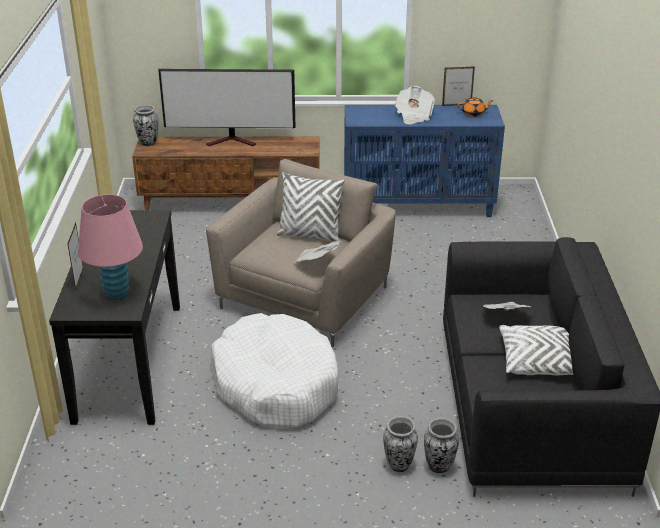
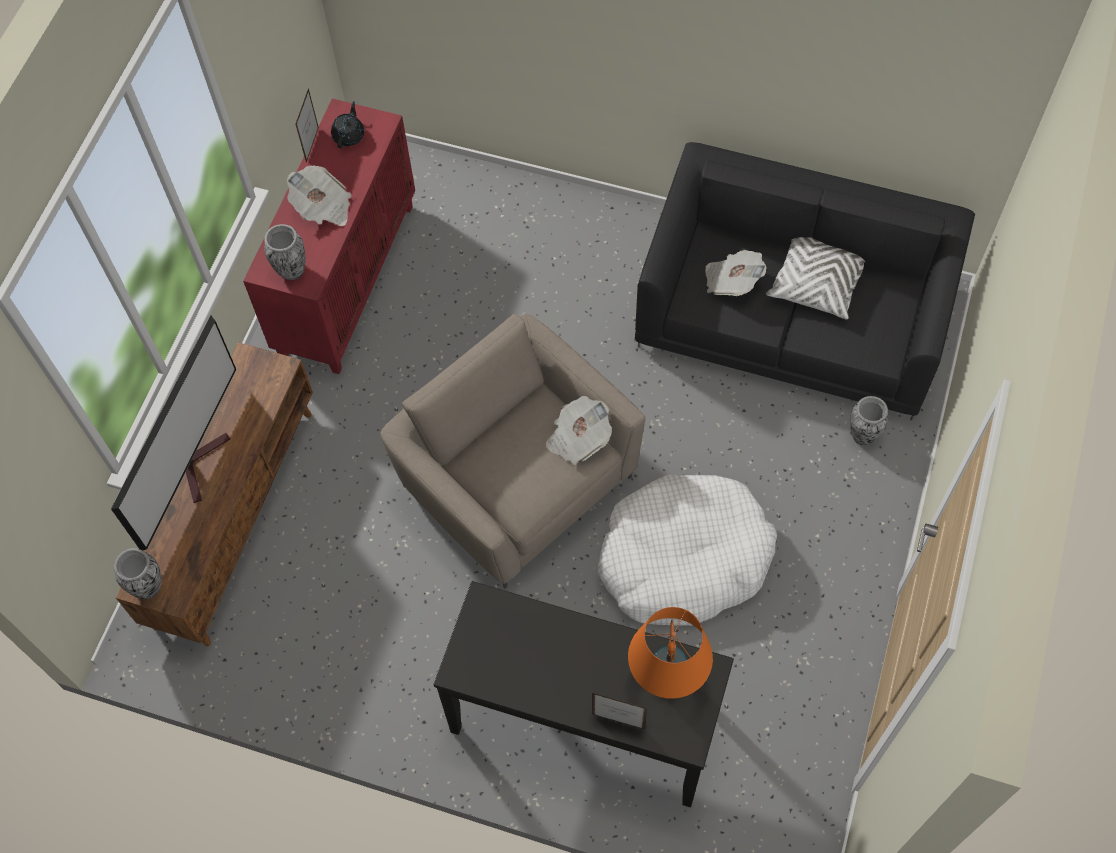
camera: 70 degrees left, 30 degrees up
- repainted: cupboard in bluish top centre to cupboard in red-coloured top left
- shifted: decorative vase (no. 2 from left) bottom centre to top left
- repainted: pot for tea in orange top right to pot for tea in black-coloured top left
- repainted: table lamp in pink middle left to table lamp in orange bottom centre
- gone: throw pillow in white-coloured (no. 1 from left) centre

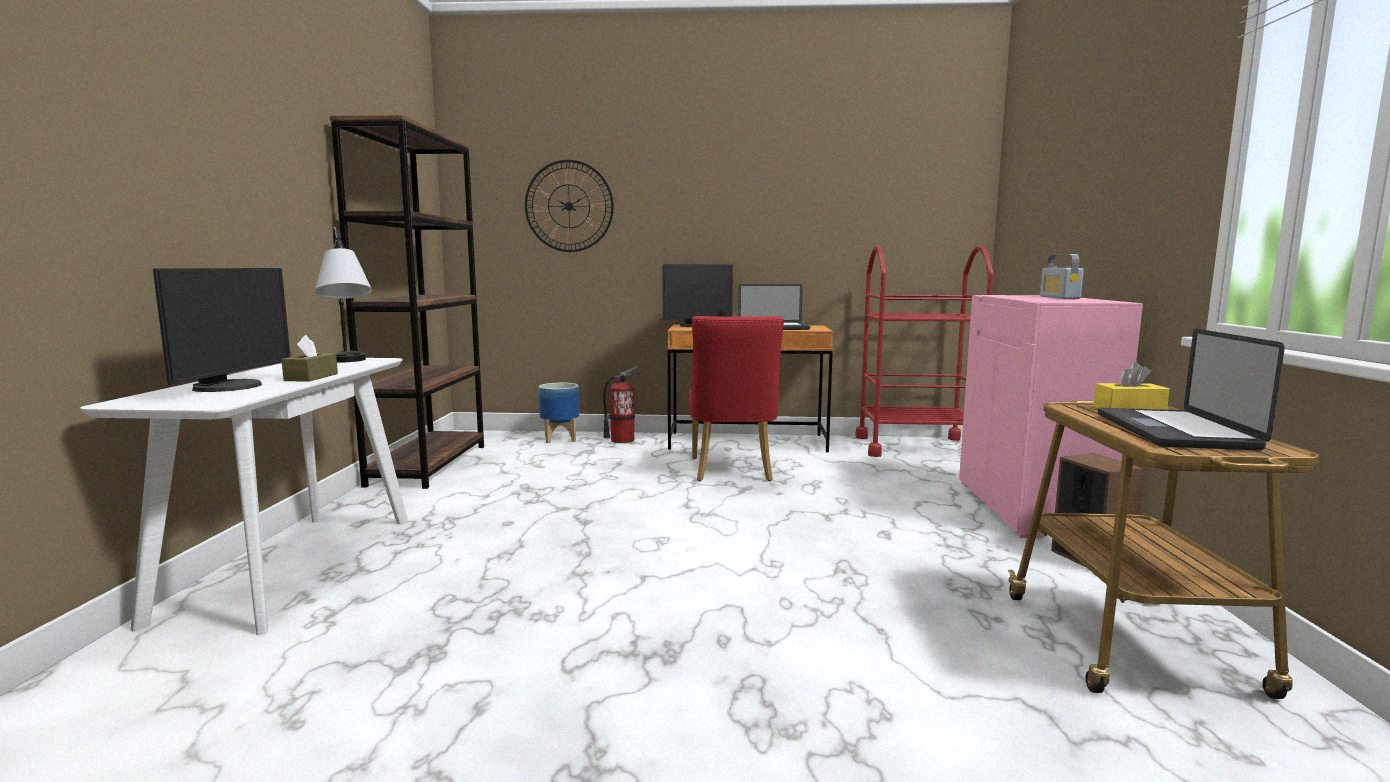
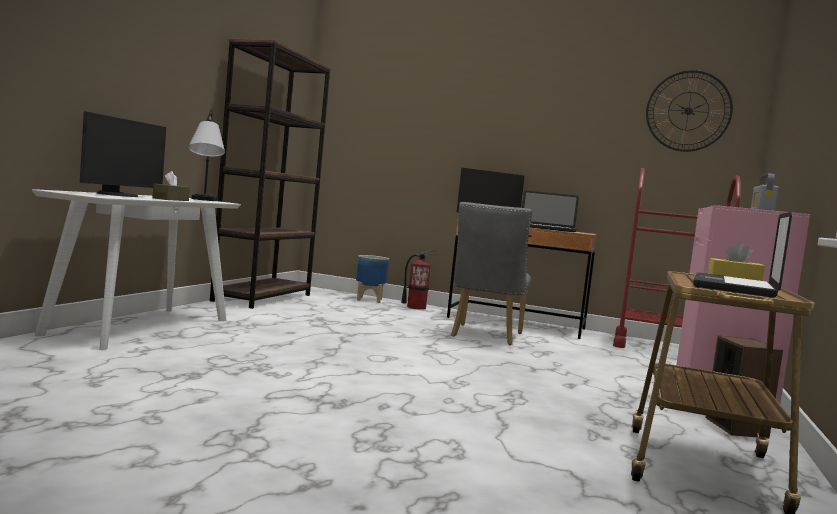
camera: 15 degrees right, 5 degrees down
- repainted: chair in red-coloured centre to chair in gray centre
- shifted: wall clock top centre to top right

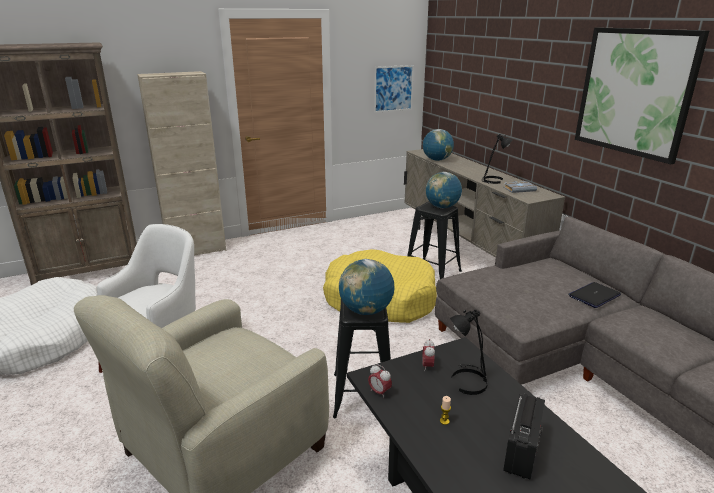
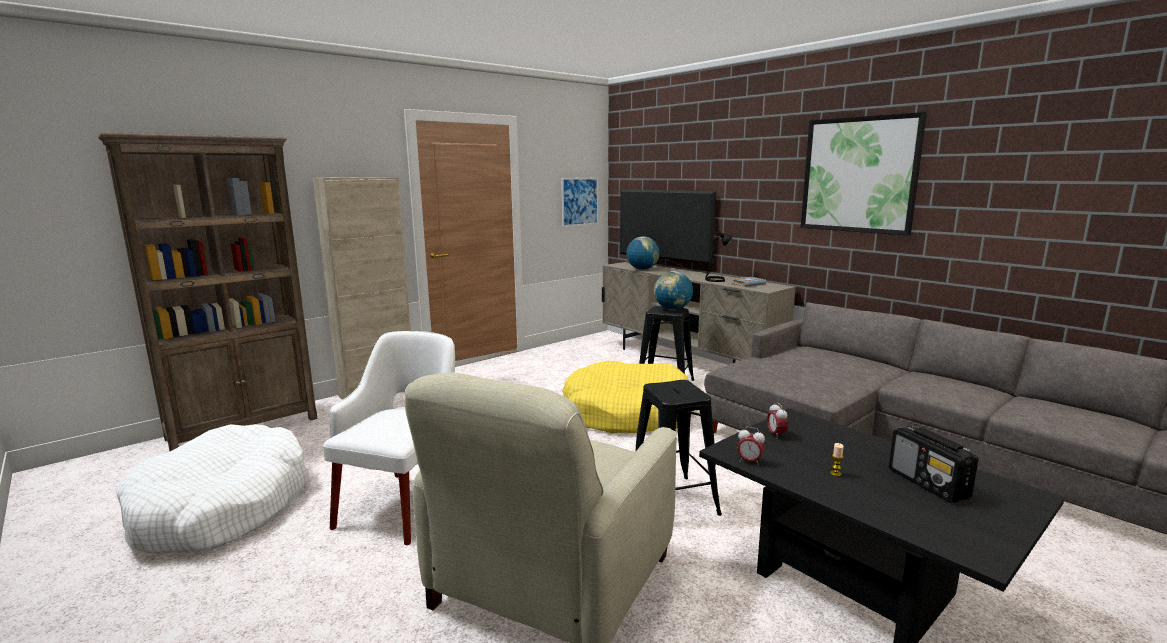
camera: 15 degrees left, 10 degrees down
- new: TV set centre
- rotated: radio bottom right = bottom right 150 degrees clockwise
- gone: desk globe (no. 1 from left) centre
- gone: table lamp in black-coloured (no. 1 from left) bottom centre
- gone: portable computer middle right

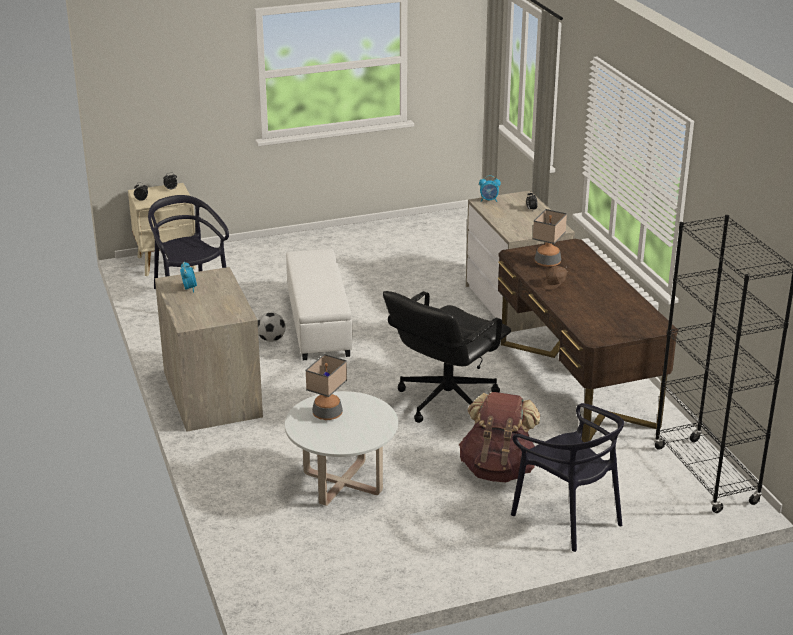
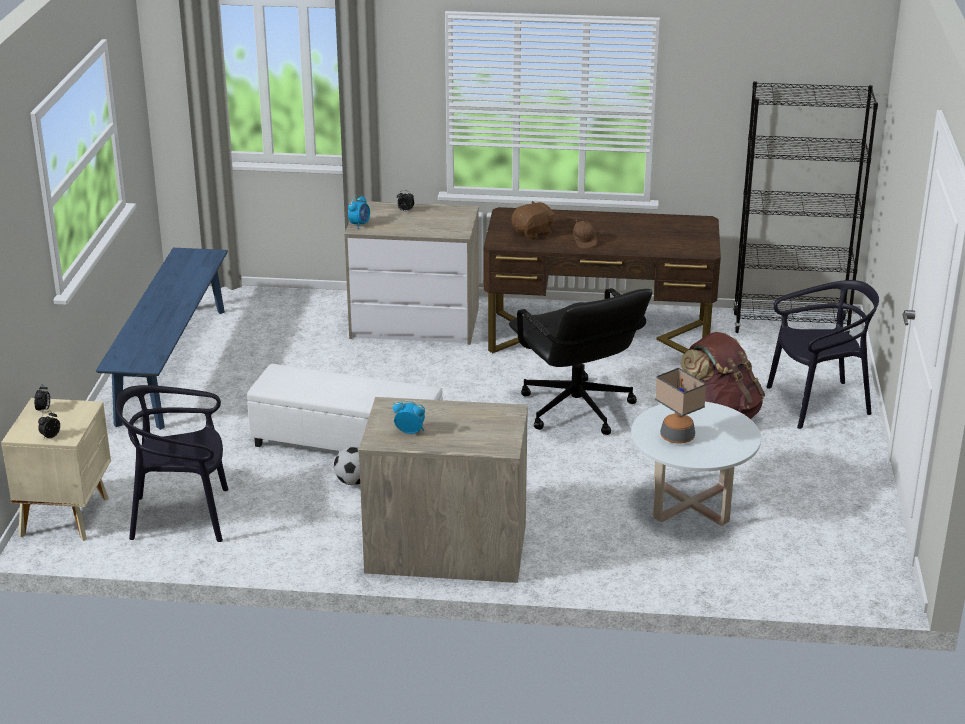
camera: 65 degrees left, 0 degrees up
- new: long seat in bluish middle left
- swapped: table lamp (no. 2 from left) middle right to plush toy in brownish top centre

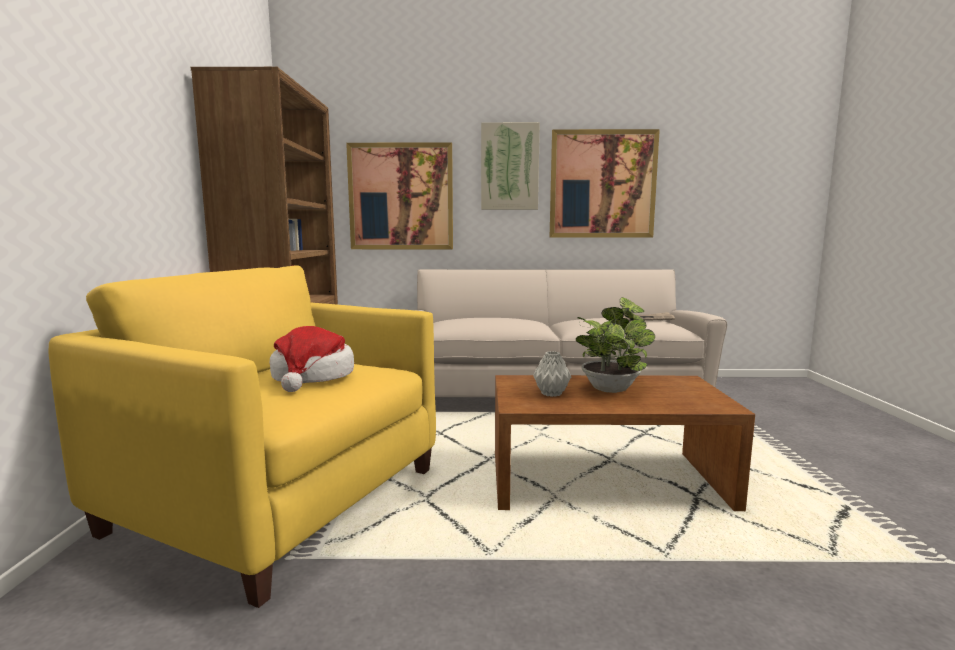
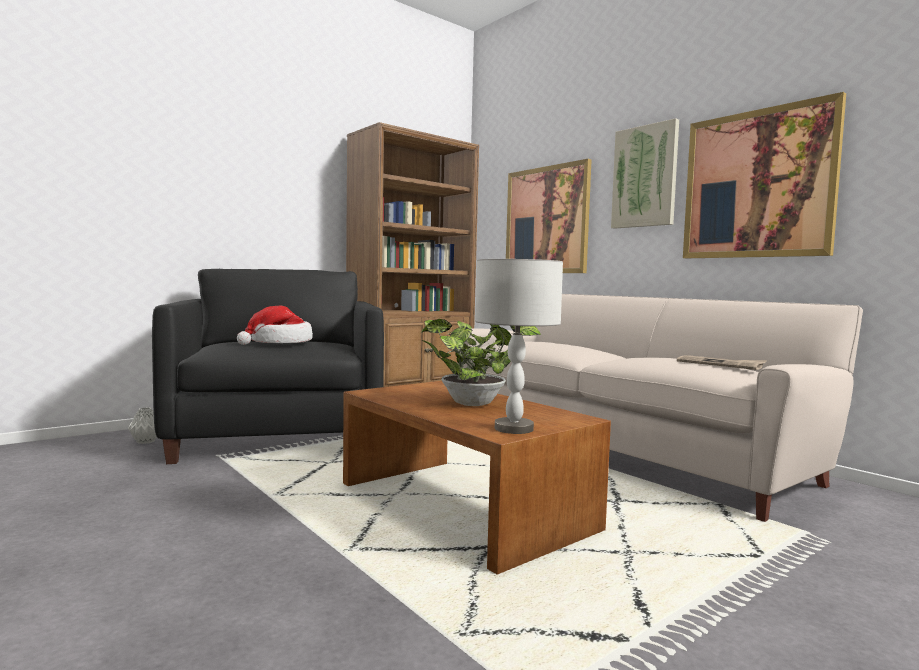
camera: 50 degrees right, 5 degrees down
- shifted: decorative vase in gray centre to middle left
- repainted: armchair in yellow bottom left to armchair in black-coloured middle left
- new: table lamp in gray centre

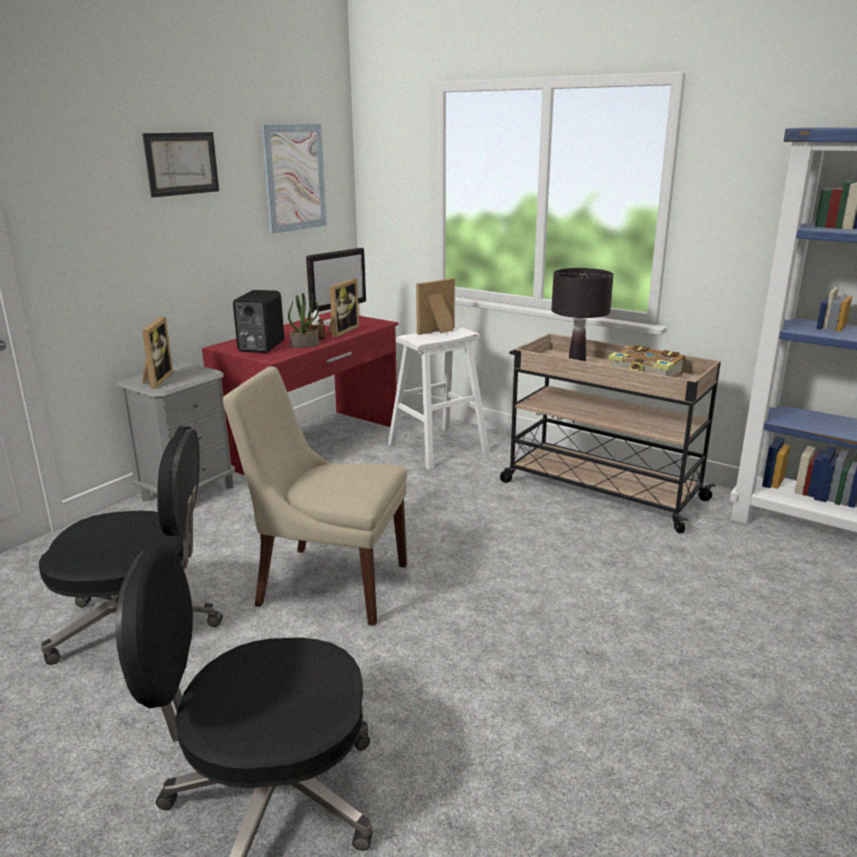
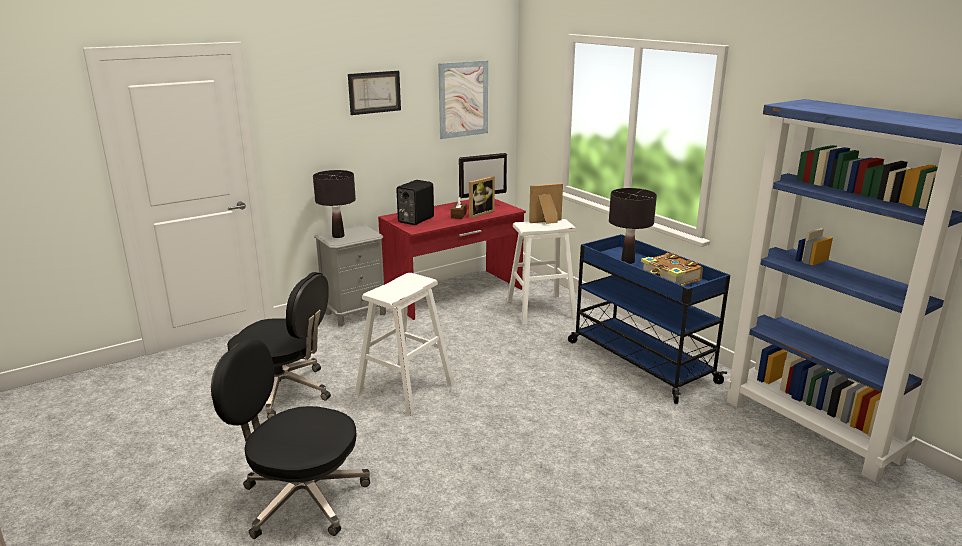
camera: 20 degrees right, 0 degrees up
- swapped: standing frame (no. 1 from left) middle left to table lamp in black-coloured (no. 1 from left) centre
- swapped: chair in beige centre to sitting stool in white-coloured (no. 1 from left) centre
- repainted: trolley in beige middle right to trolley in bluish middle right
- gone: houseplant centre

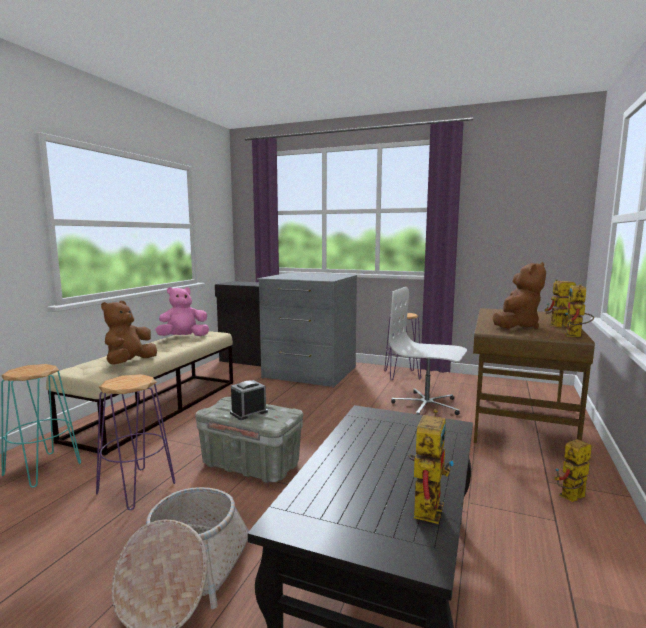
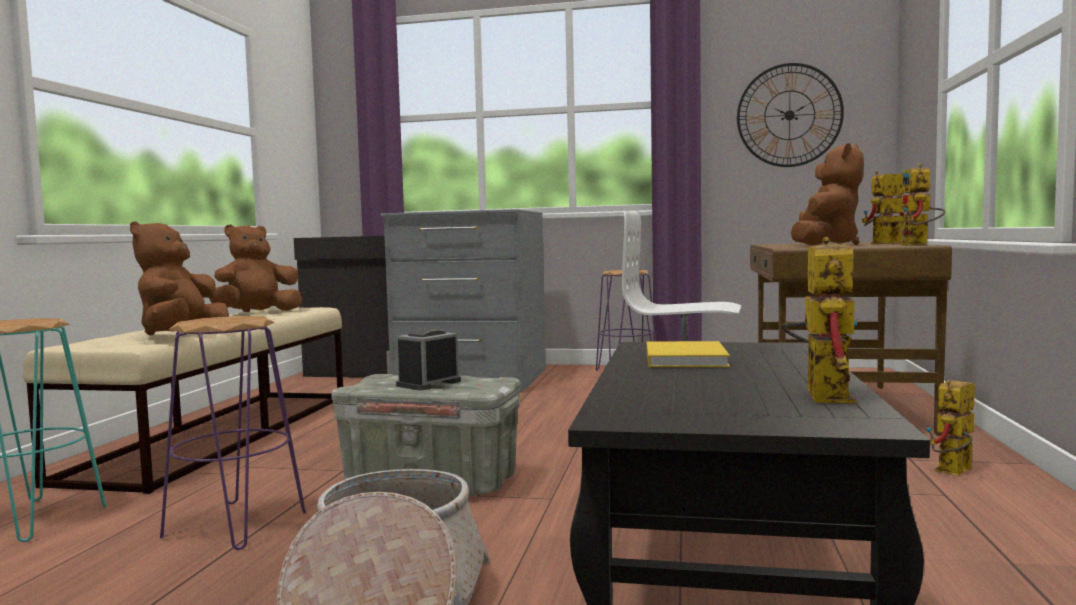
camera: 10 degrees left, 5 degrees down
- repainted: plush toy in pink middle left to plush toy in brownish (no. 2 from left) middle left
- new: bound book in yellow centre
- new: wall clock top right

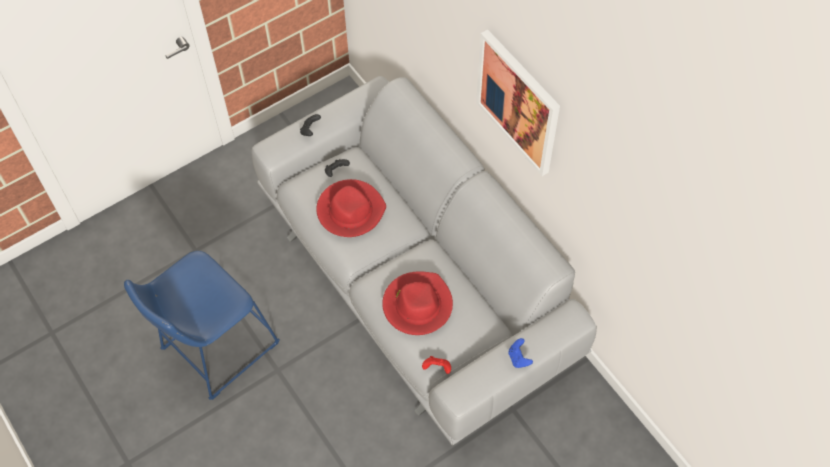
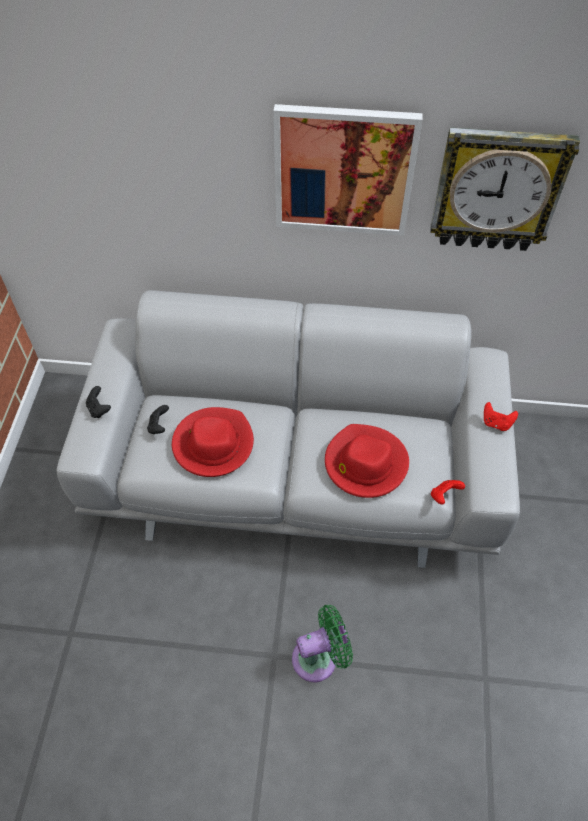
camera: 50 degrees left, 5 degrees down
- new: fan in green-coloured bottom centre
- new: wall clock top right
- repainted: joypad in bluish bottom centre to joypad in red-coloured (no. 2 from left) middle right
- gone: sitting stool in bluish bottom left

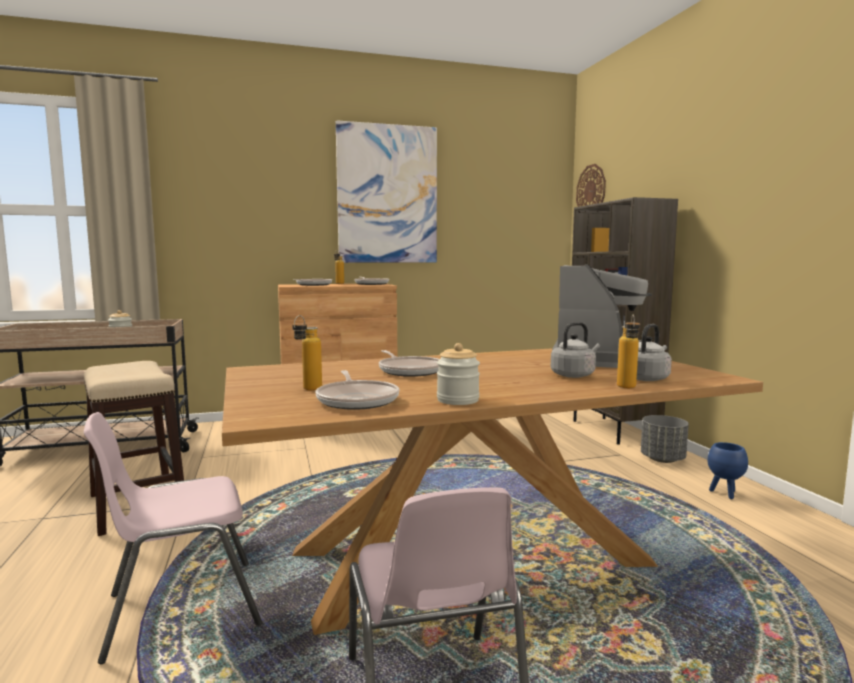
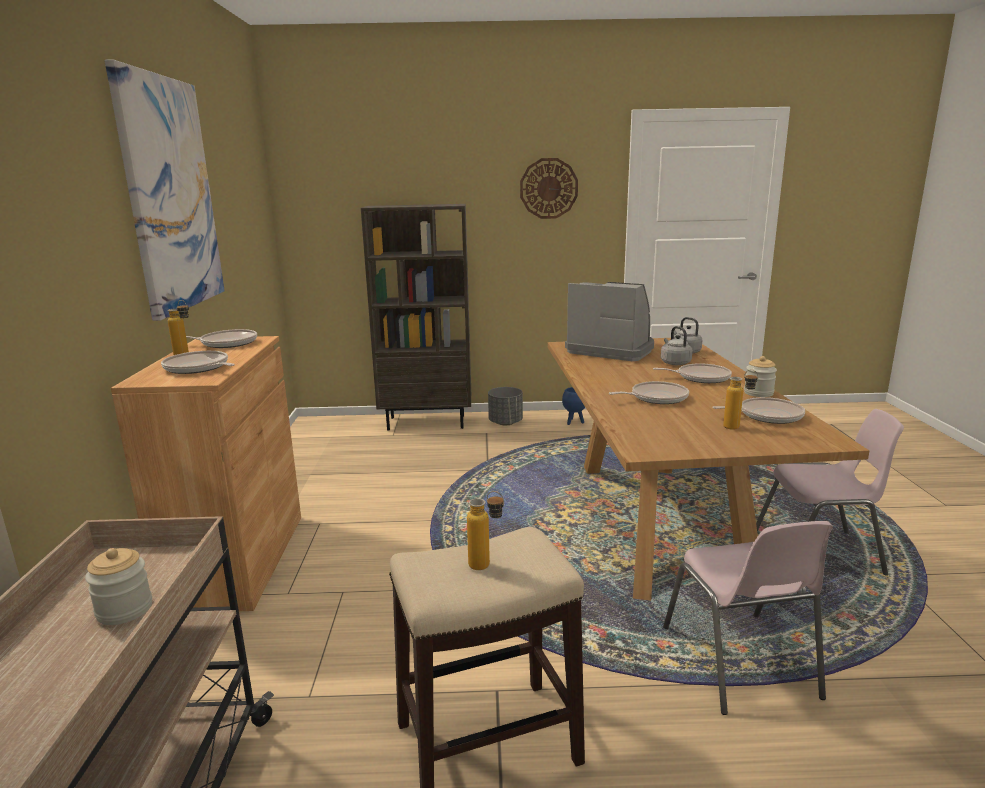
camera: 75 degrees left, 10 degrees up
- shifted: beverage bottle (no. 3 from left in the first image) middle right to beverage bottle (no. 2 from left) bottom centre
- shifted: wall clock top right to top centre
- new: pan (no. 4 from left) middle right

